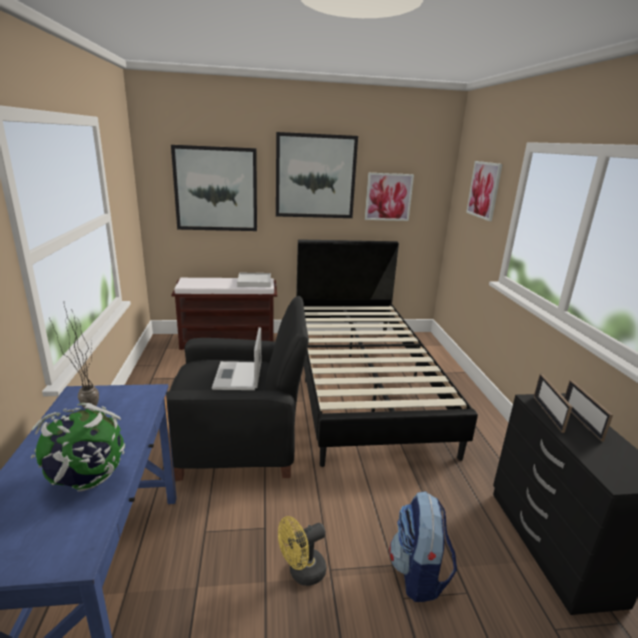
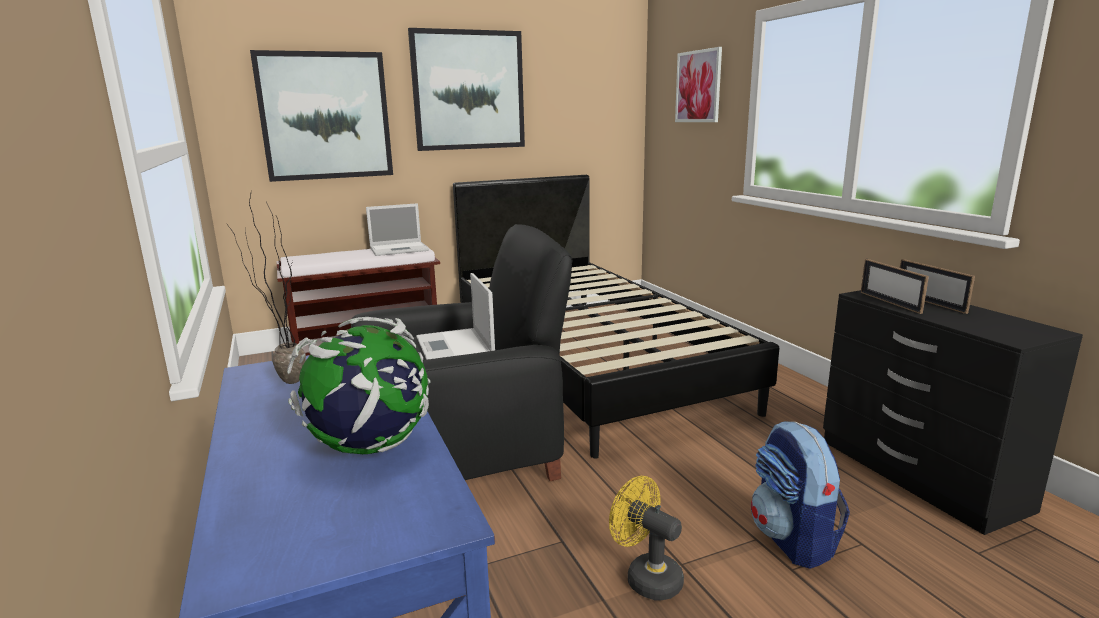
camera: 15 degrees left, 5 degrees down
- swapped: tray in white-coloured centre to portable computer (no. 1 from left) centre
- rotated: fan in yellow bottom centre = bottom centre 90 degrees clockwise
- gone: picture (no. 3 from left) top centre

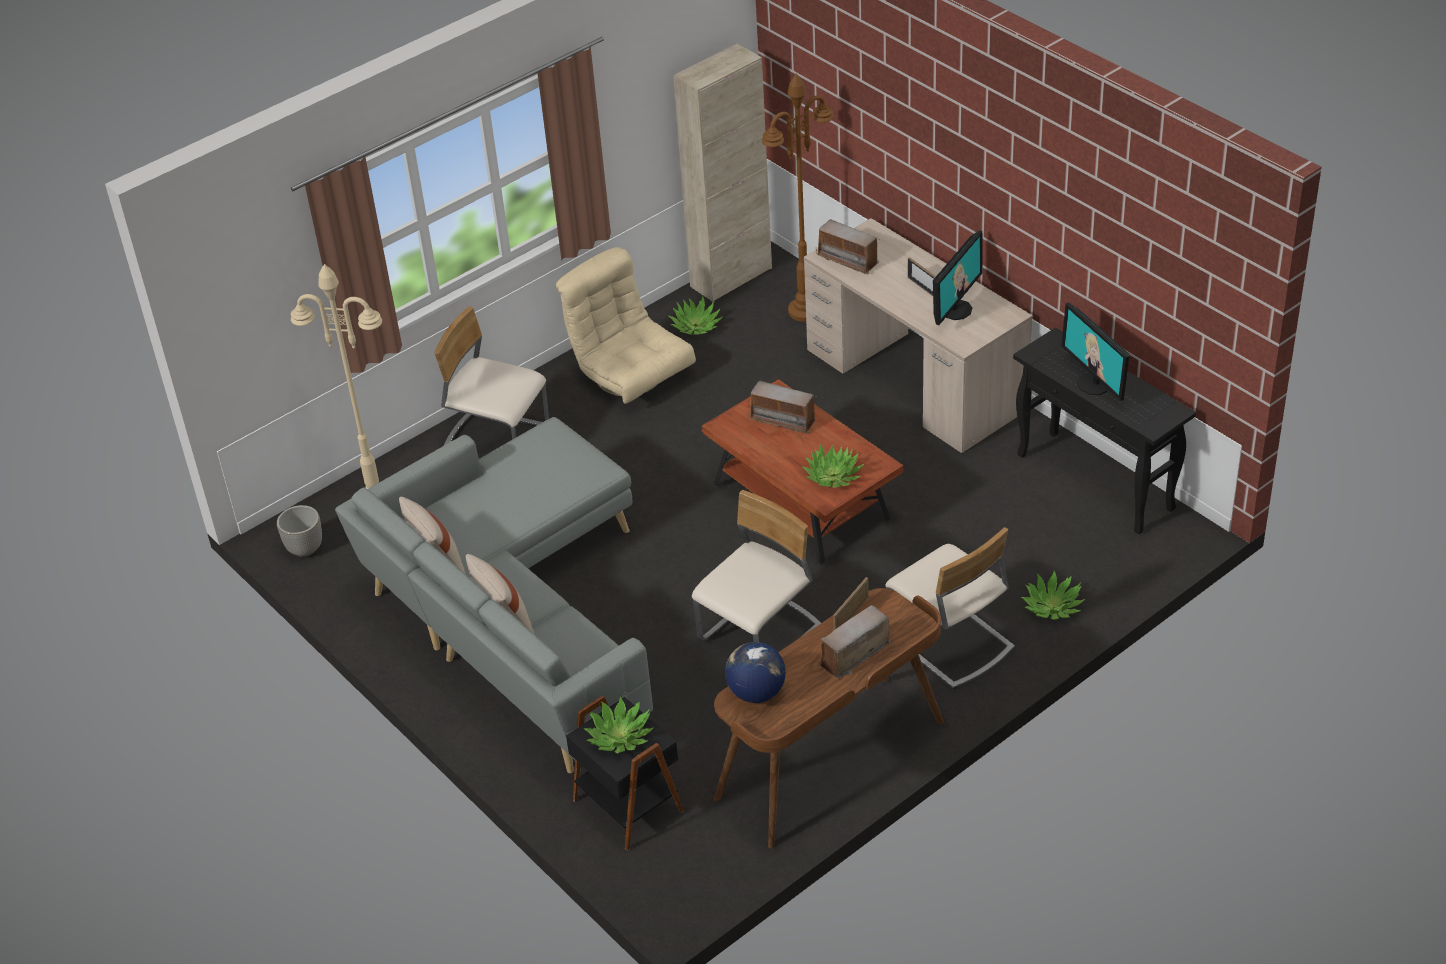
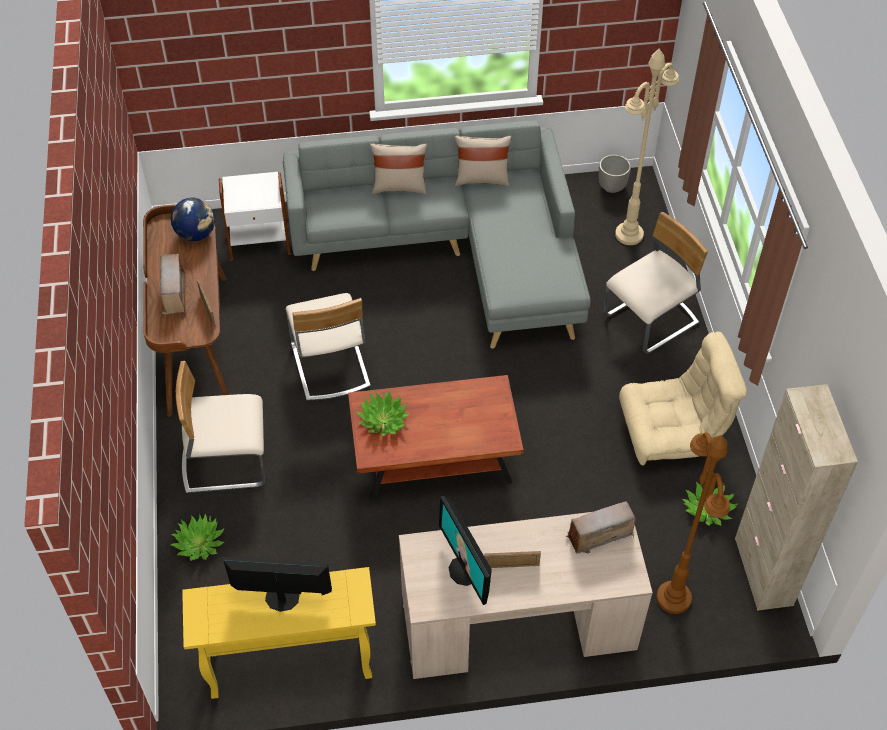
camera: 120 degrees right, 10 degrees up
- repainted: narrow table in black-coloured middle right to narrow table in yellow bottom left
- repainted: end table in black-coloured bottom centre to end table in white-coloured top left
- gone: houseplant (no. 1 from left) bottom centre
- gone: radio (no. 1 from left) centre

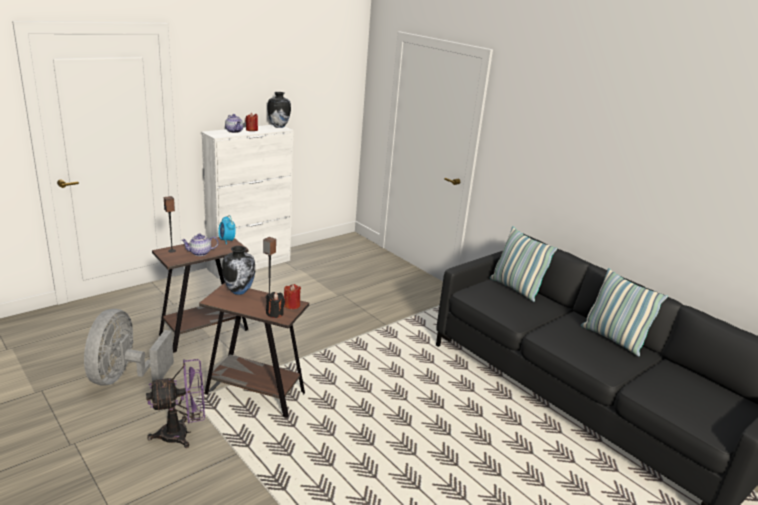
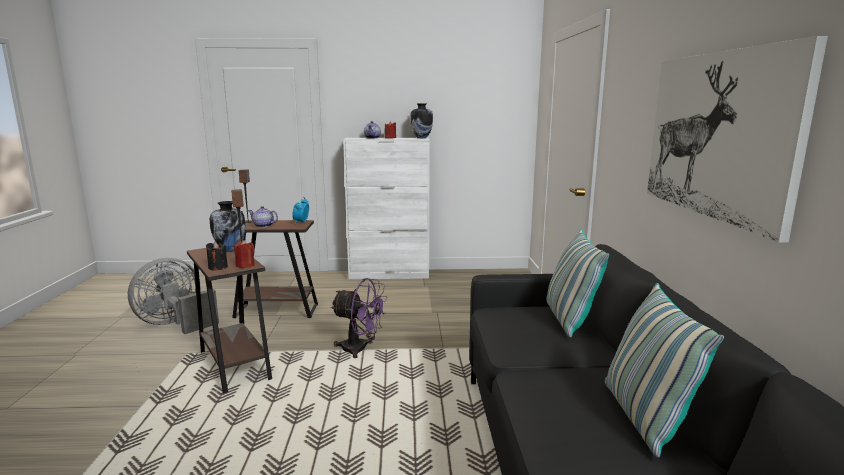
camera: 40 degrees right, 10 degrees down
- shifted: fan in purple-coloured bottom left to bottom centre
- new: picture top right

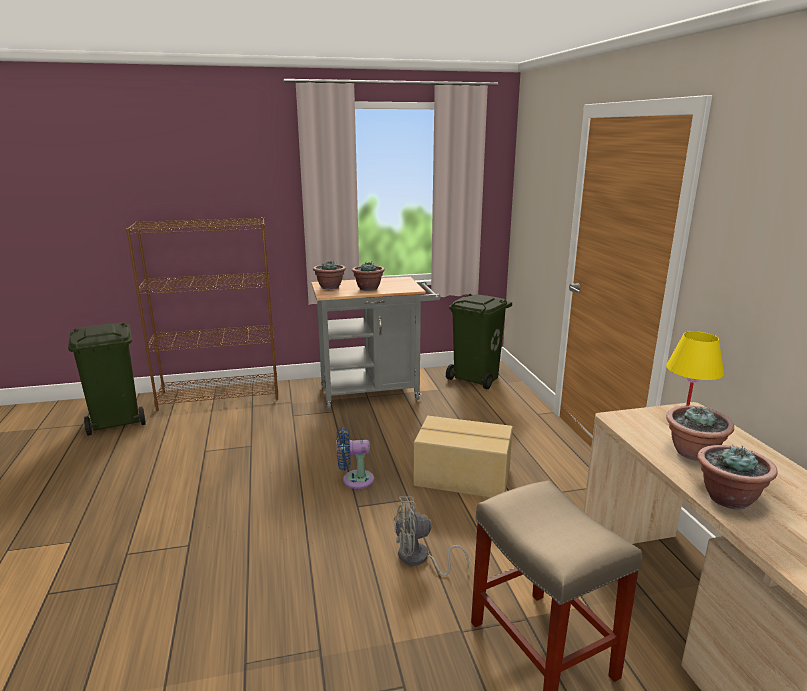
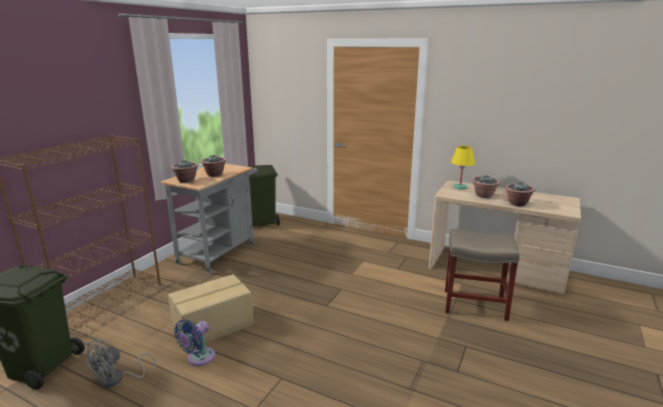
camera: 50 degrees left, 0 degrees up
- shifted: fan in gray bottom centre to bottom left
- shifted: packing box centre to bottom left
- shifted: fan in bluish centre to bottom left

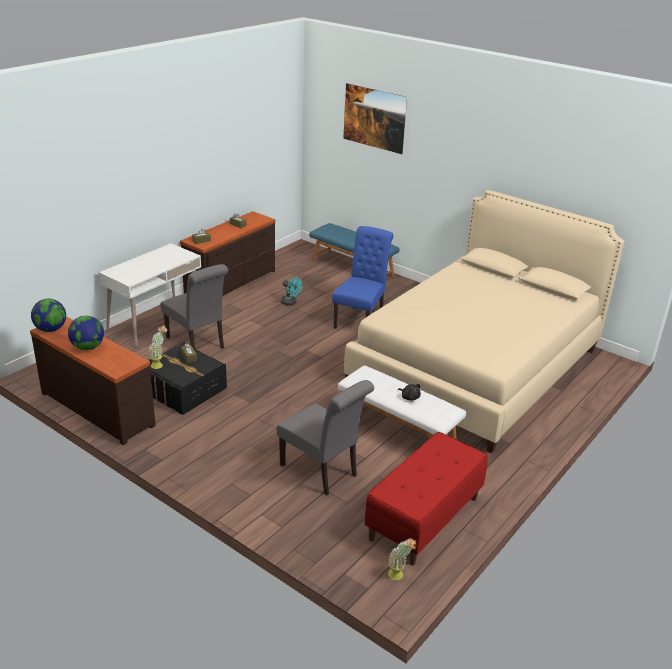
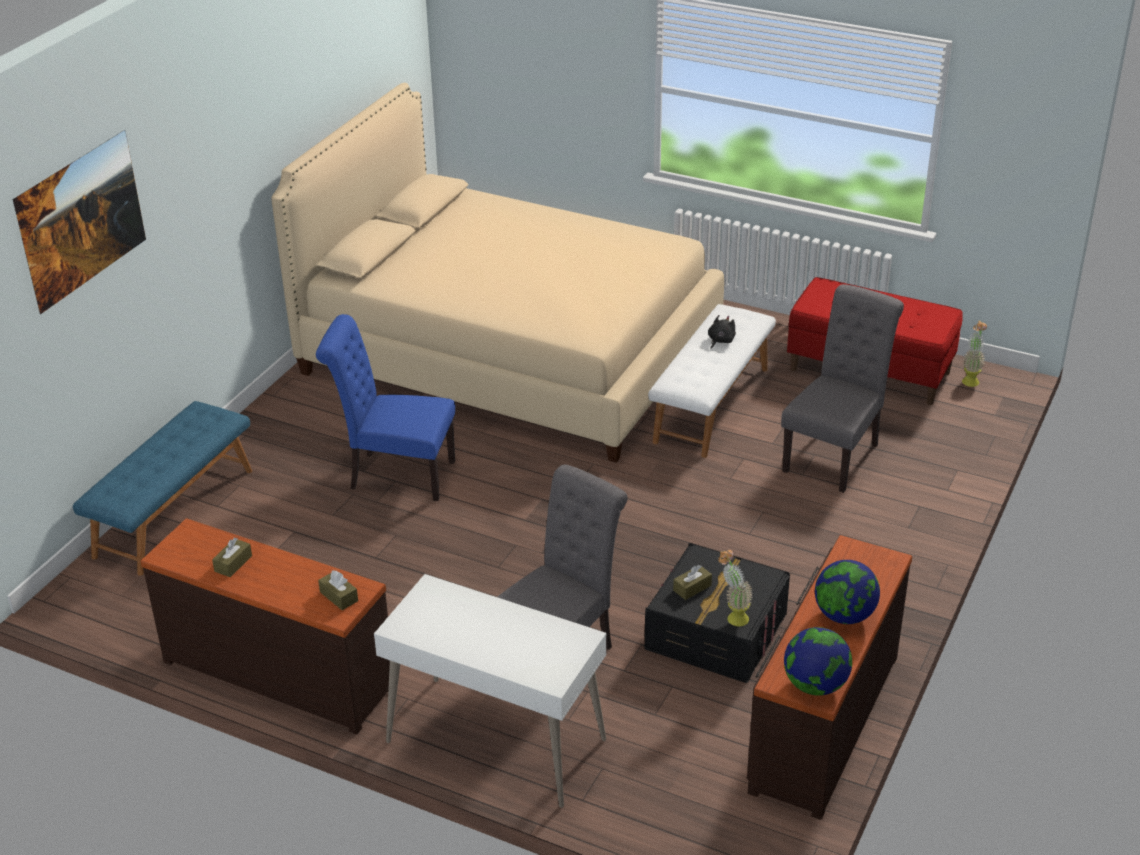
camera: 100 degrees left, 5 degrees up
- gone: fan in blue-green centre

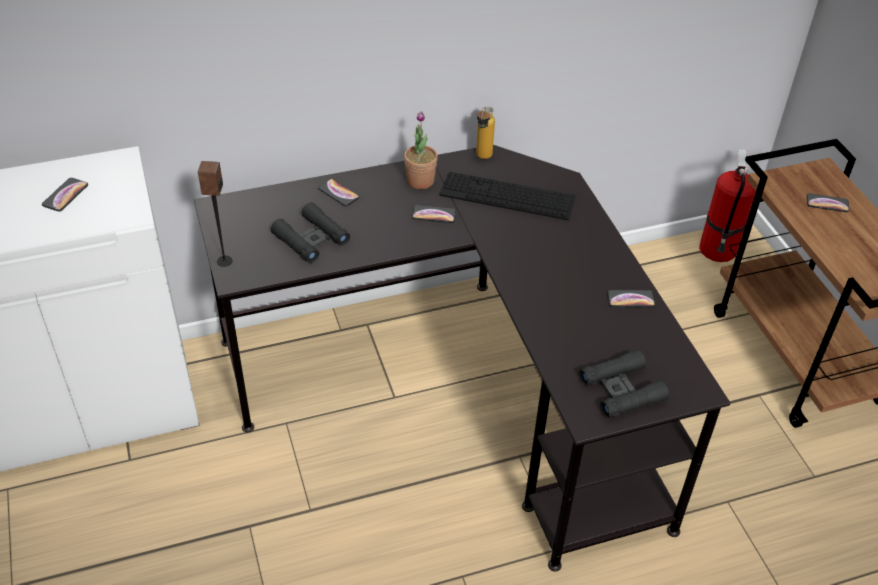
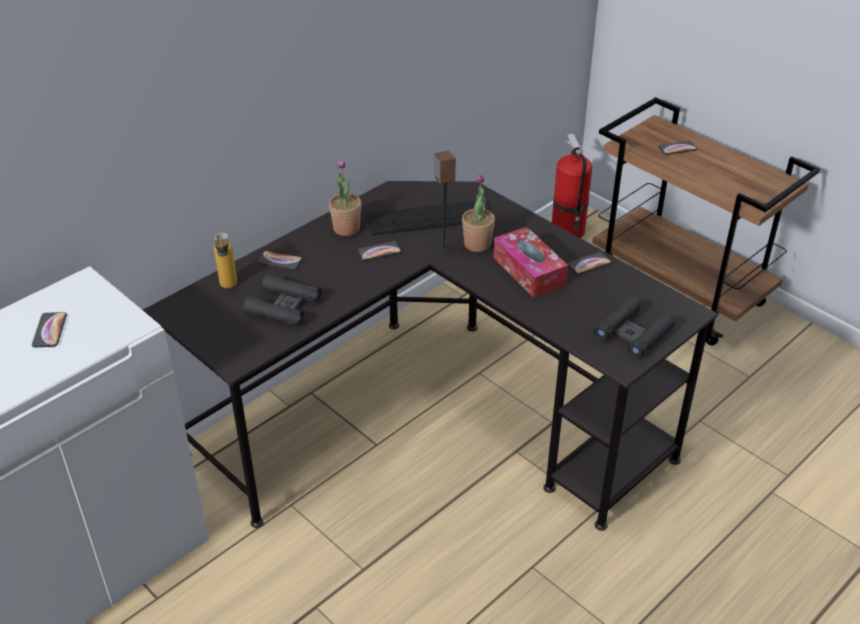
camera: 25 degrees left, 5 degrees down
- shifted: beverage bottle top centre to middle left
- shifted: loudspeaker middle left to top centre
- new: houseplant (no. 2 from left) centre
- new: tissue holder centre

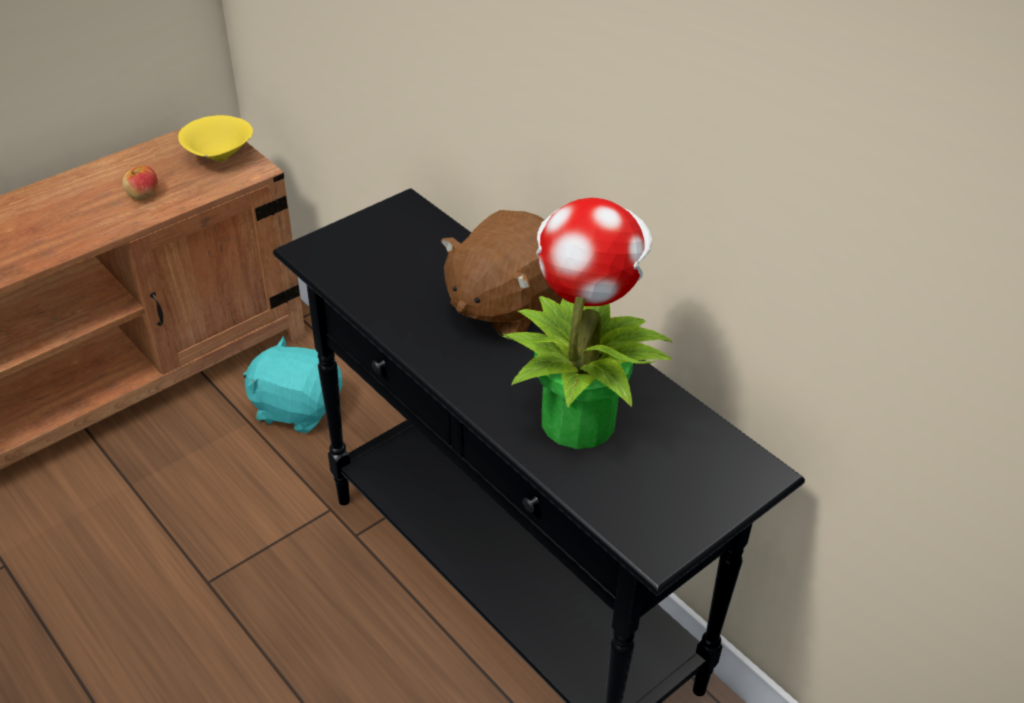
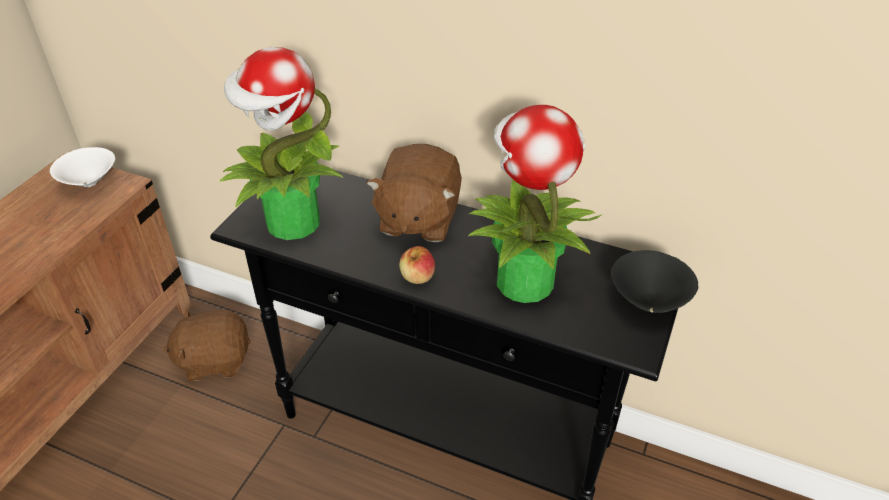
camera: 25 degrees left, 0 degrees up
- repainted: bowl in yellow top left to bowl in white-coloured middle left
- repainted: plush toy in blue-green middle left to plush toy in brownish (no. 1 from left) bottom left
- new: houseplant (no. 1 from left) top left
- shifted: apple fruit top left to centre
- new: bowl in black-coloured middle right

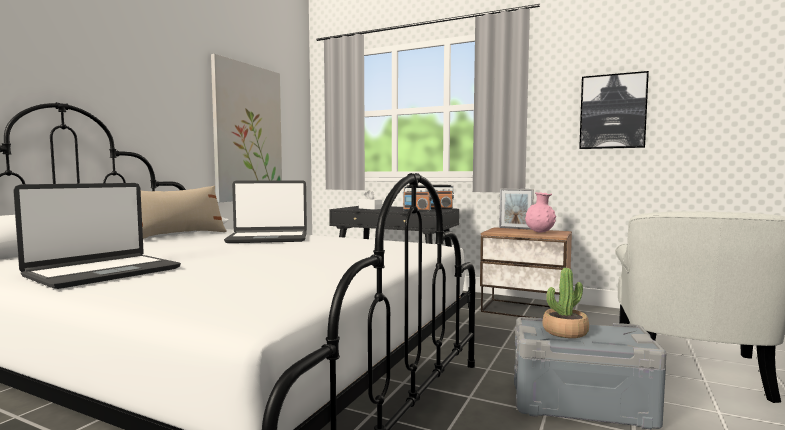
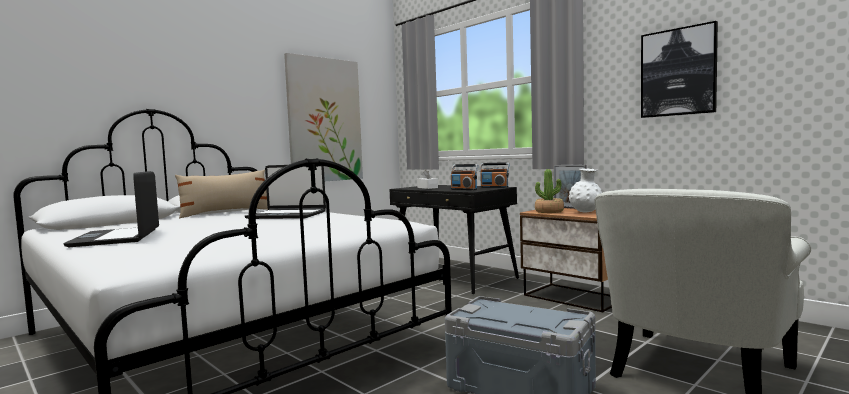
camera: 20 degrees right, 0 degrees up
- rotated: portable computer (no. 1 from left) middle left = middle left 105 degrees clockwise
- shifted: houseplant bottom right to centre
- repainted: decorative vase in pink middle right to decorative vase in white-coloured middle right

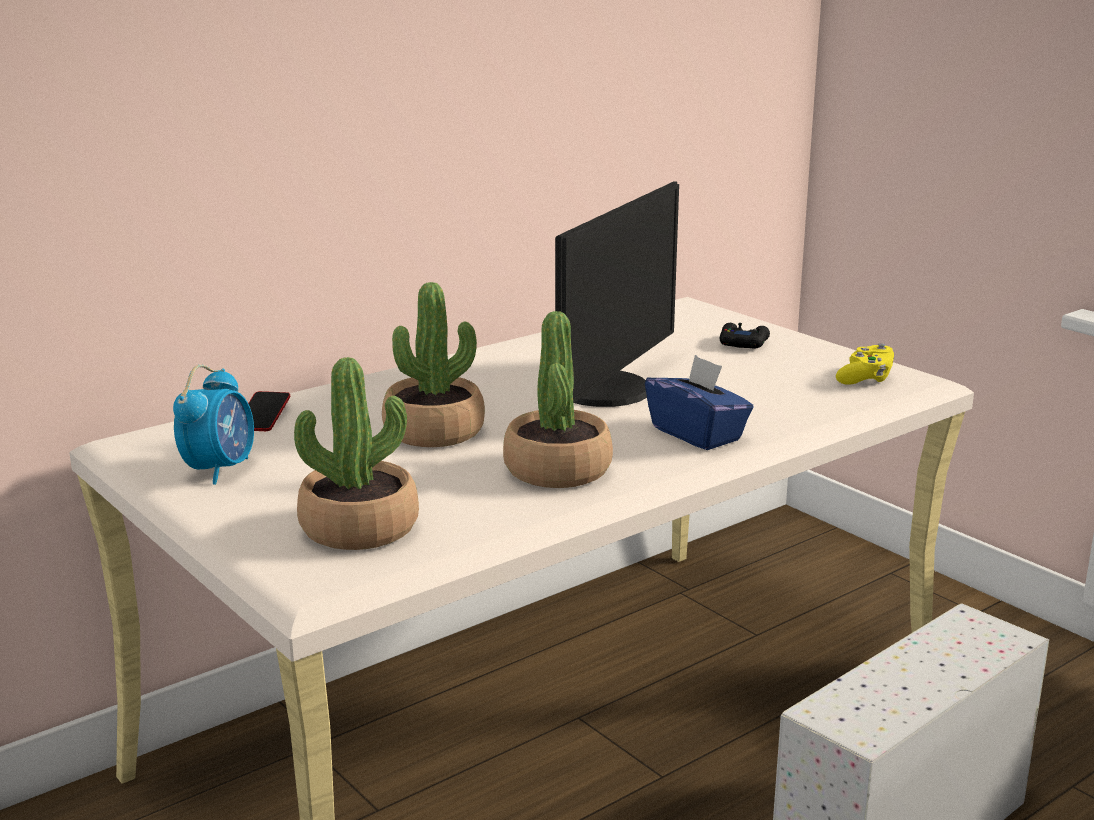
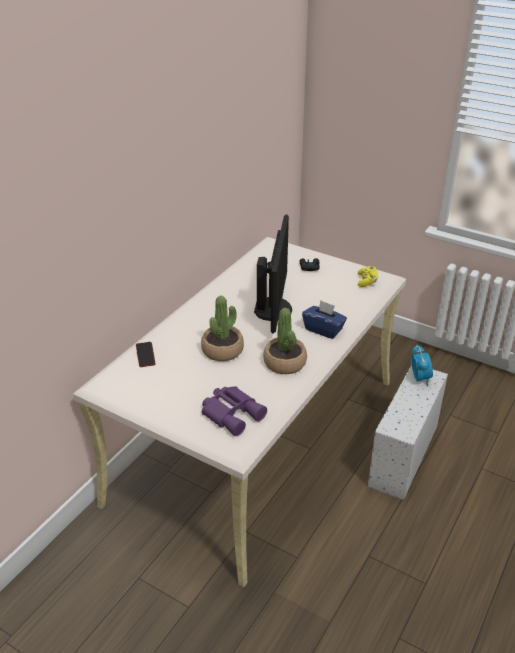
camera: 20 degrees left, 15 degrees up
- swapped: houseplant (no. 1 from left) middle left to binoculars in purple-coloured centre
- shifted: table clock middle left to middle right

